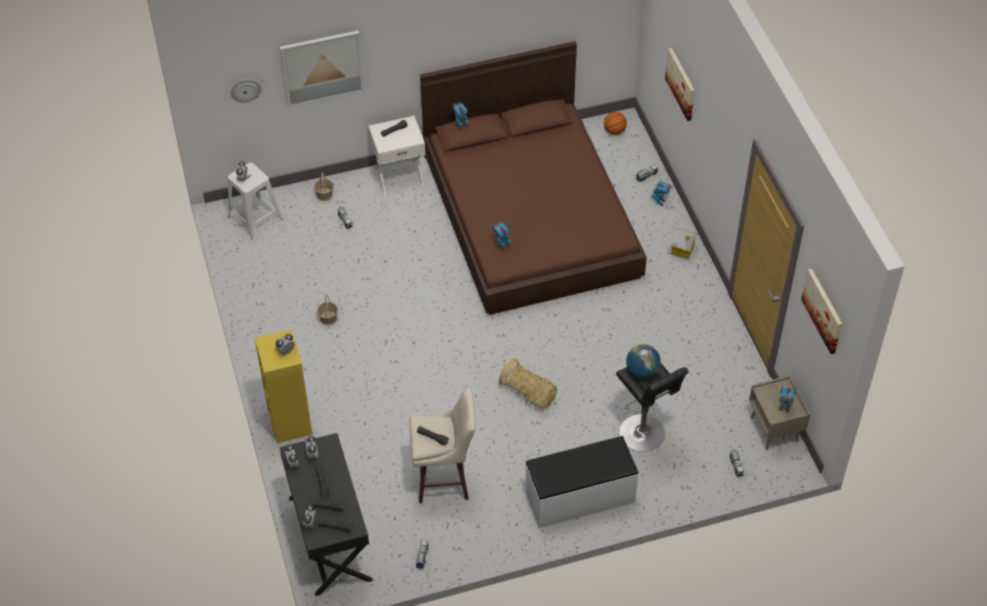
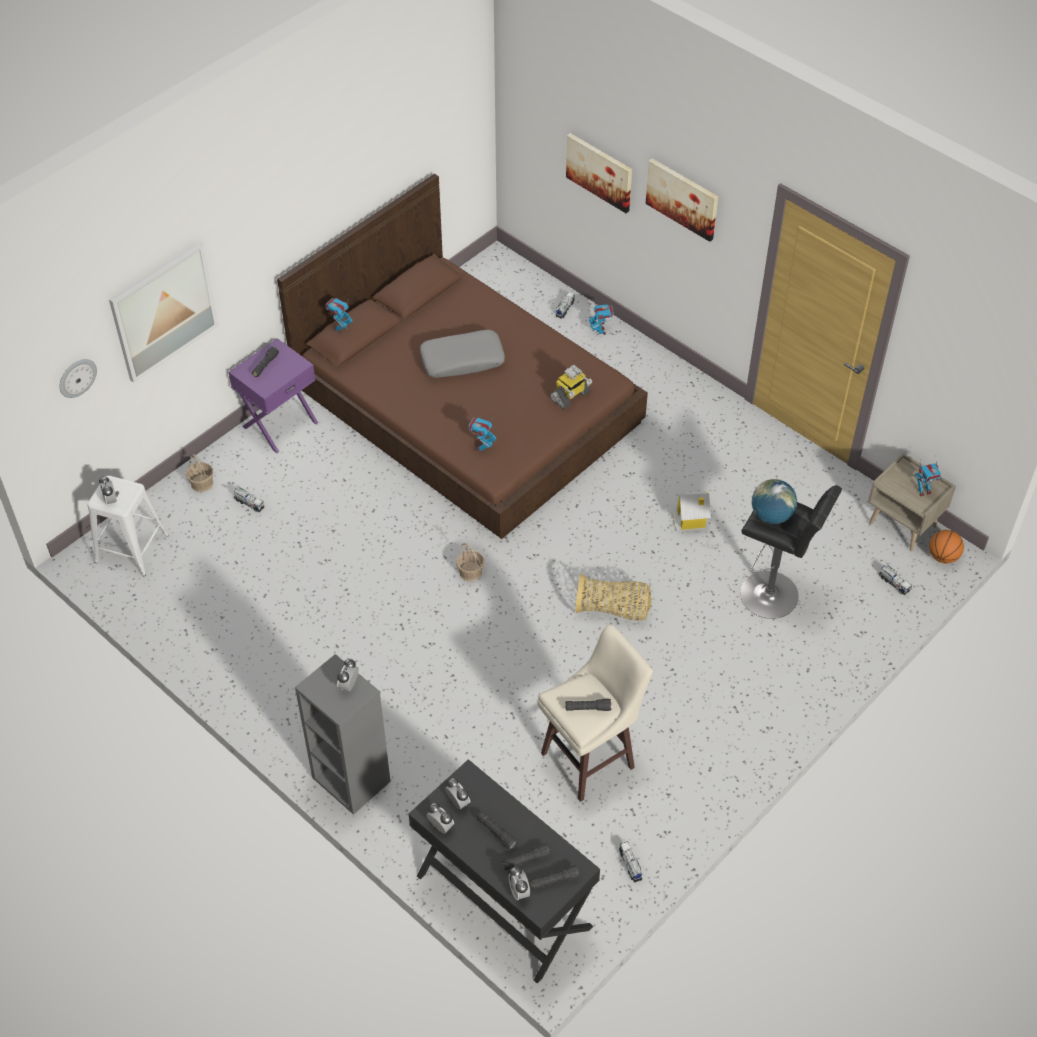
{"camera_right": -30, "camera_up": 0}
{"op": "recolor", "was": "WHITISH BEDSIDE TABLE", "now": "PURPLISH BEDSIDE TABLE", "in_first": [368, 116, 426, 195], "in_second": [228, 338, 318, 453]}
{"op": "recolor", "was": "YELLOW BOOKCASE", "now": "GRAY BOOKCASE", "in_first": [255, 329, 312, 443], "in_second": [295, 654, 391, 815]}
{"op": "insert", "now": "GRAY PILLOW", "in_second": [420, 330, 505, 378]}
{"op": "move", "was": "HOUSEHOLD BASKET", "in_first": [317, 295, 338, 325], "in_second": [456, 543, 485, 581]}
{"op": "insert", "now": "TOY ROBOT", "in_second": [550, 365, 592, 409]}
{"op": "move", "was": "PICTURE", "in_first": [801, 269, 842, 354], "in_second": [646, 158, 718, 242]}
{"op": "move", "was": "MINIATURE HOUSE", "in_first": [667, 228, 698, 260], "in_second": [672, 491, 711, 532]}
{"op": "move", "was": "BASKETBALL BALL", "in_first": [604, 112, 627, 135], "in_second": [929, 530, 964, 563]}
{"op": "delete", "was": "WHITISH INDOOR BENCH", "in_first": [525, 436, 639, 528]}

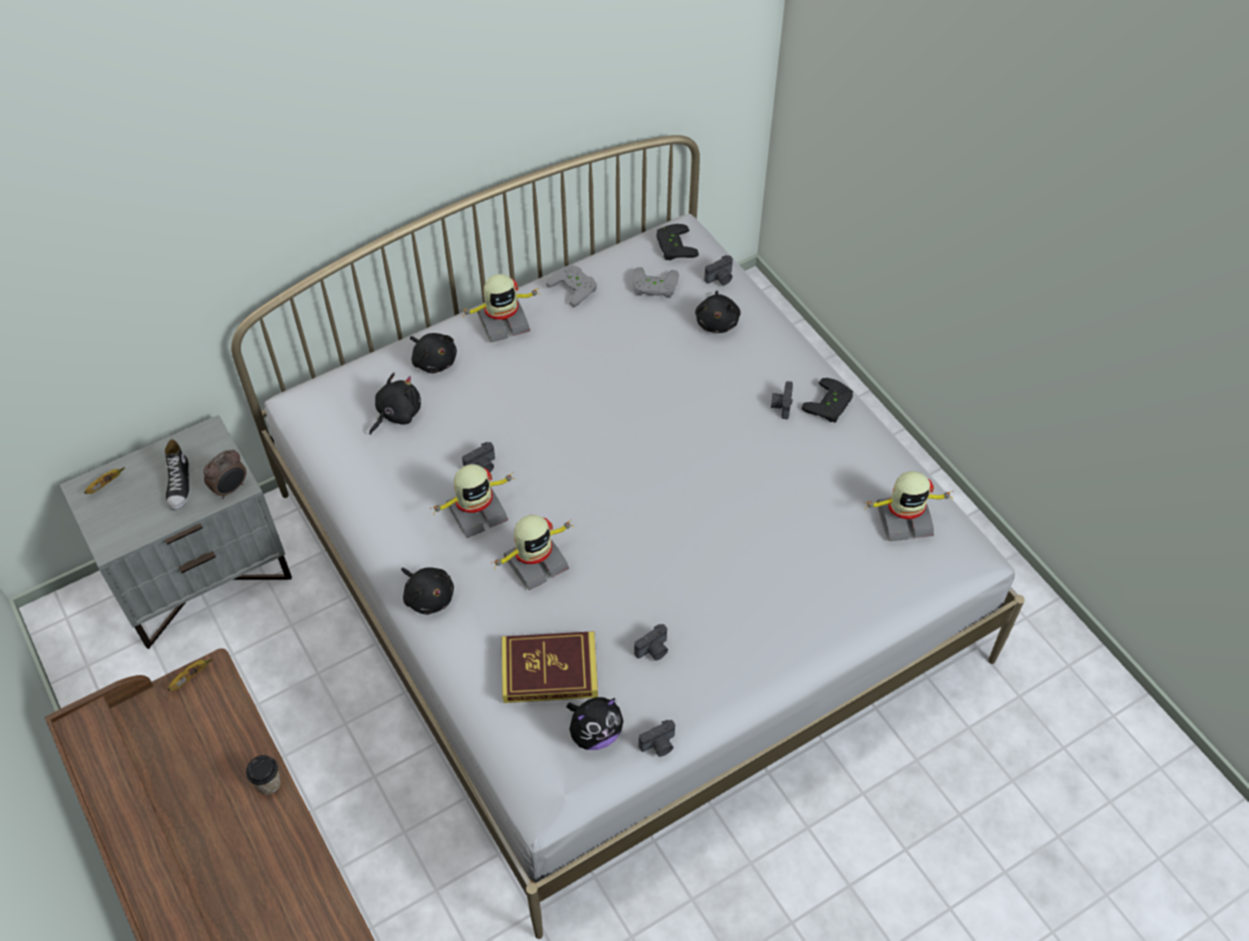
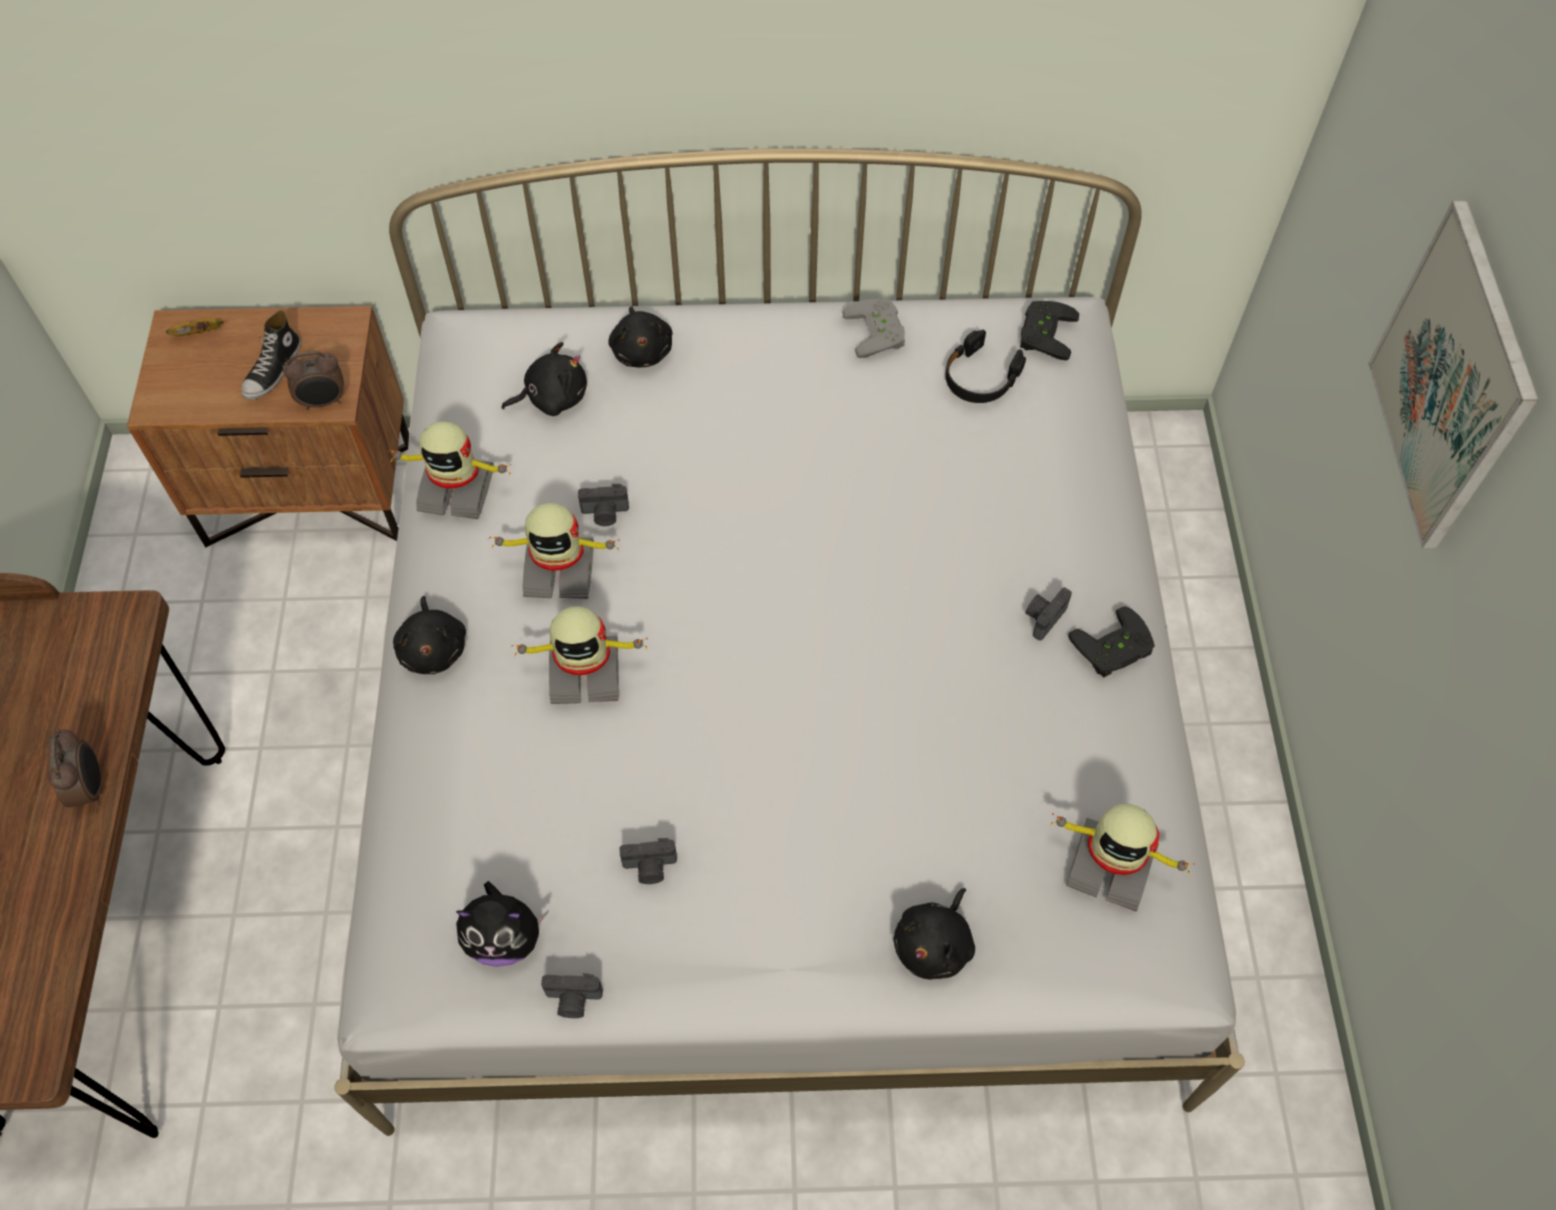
{"camera_right": 30, "camera_up": 5}
{"op": "replace", "was": "CUP", "now": "TABLE CLOCK", "in_first": [246, 755, 281, 794], "in_second": [48, 729, 101, 807]}
{"op": "recolor", "was": "GRAY BEDSIDE TABLE", "now": "BROWN-COLOURED BEDSIDE TABLE", "in_first": [60, 415, 292, 649], "in_second": [127, 306, 409, 547]}
{"op": "move", "was": "TOY ROBOT", "in_first": [460, 274, 541, 342], "in_second": [388, 421, 511, 519]}
{"op": "move", "was": "BLACKISH CUDDLY TOY", "in_first": [695, 291, 741, 333], "in_second": [893, 888, 975, 979]}
{"op": "replace", "was": "GRAY GAMEPAD", "now": "BLACKISH HEADPHONES", "in_first": [633, 267, 679, 298], "in_second": [945, 330, 1026, 403]}
{"op": "insert", "now": "PICTURE", "in_second": [1368, 200, 1538, 549]}
{"op": "delete", "was": "BANANA FRUIT", "in_first": [168, 659, 213, 691]}
{"op": "delete", "was": "VOLUME", "in_first": [502, 631, 598, 703]}
{"op": "delete", "was": "PHOTO CAMERA", "in_first": [704, 255, 733, 285]}

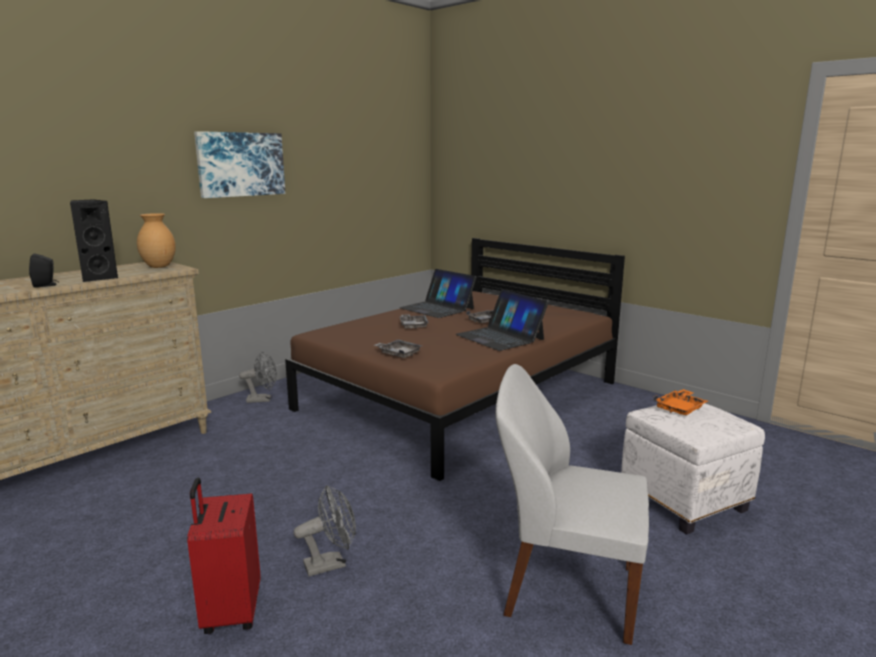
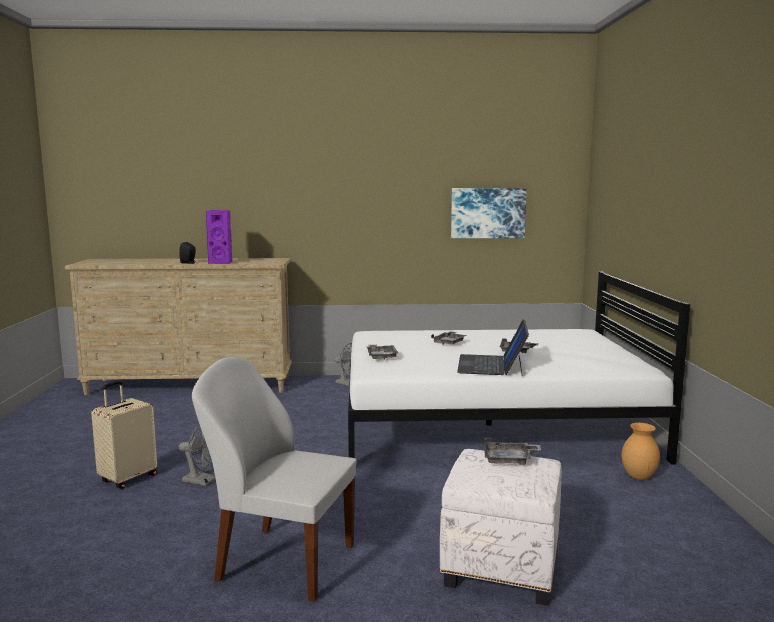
{"camera_right": 45, "camera_up": -5}
{"op": "recolor", "was": "RED PIECE OF LUGGAGE", "now": "SAND-COLOURED PIECE OF LUGGAGE", "in_first": [187, 478, 260, 634], "in_second": [91, 381, 157, 489]}
{"op": "rotate", "was": "WHITISH UPRIGHT CHAIR", "in_first": [495, 364, 649, 645], "in_second": [192, 357, 356, 602], "clockwise": -45}
{"op": "recolor", "was": "BLACKISH AUDIO SPEAKER", "now": "PURPLISH AUDIO SPEAKER", "in_first": [70, 199, 118, 282], "in_second": [206, 210, 232, 264]}
{"op": "recolor", "was": "BROWN-COLOURED SLEEPING BED", "now": "WHITISH SLEEPING BED", "in_first": [285, 238, 625, 481], "in_second": [348, 272, 690, 464]}
{"op": "move", "was": "PICTURE", "in_first": [194, 131, 285, 198], "in_second": [451, 188, 527, 238]}
{"op": "recolor", "was": "ORANGE-COLOURED CARRYING TRAY", "now": "GRAY CARRYING TRAY", "in_first": [654, 389, 708, 415], "in_second": [484, 438, 541, 465]}
{"op": "move", "was": "BROWN-COLOURED FLOWER VASE", "in_first": [137, 213, 176, 268], "in_second": [621, 423, 660, 480]}
{"op": "delete", "was": "NOTEBOOK COMPUTER", "in_first": [399, 269, 477, 318]}

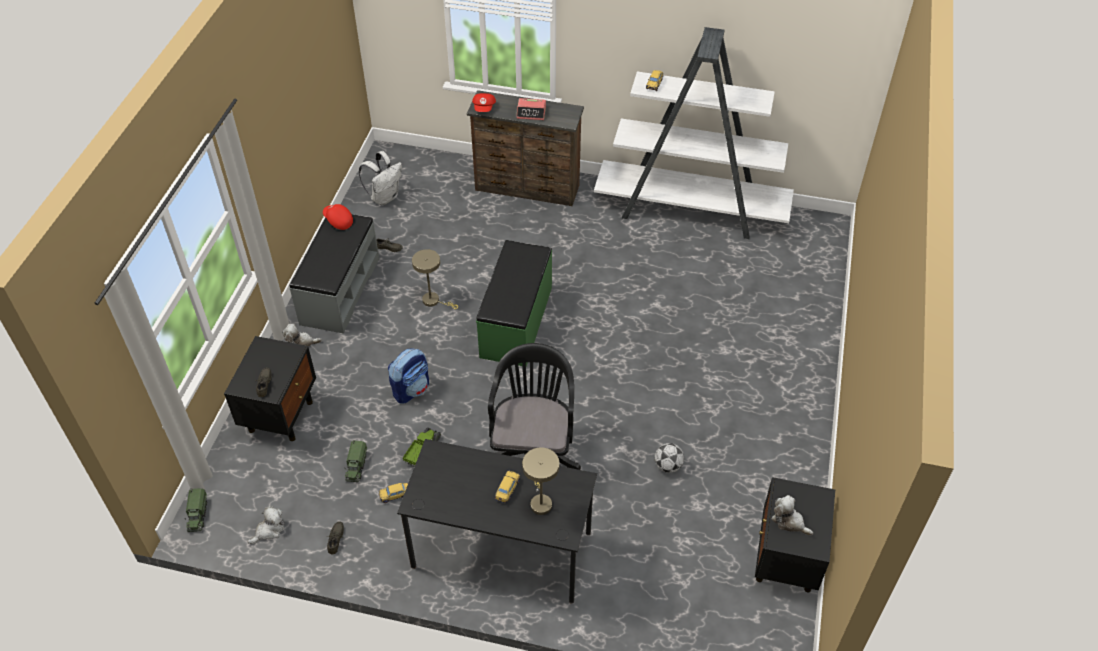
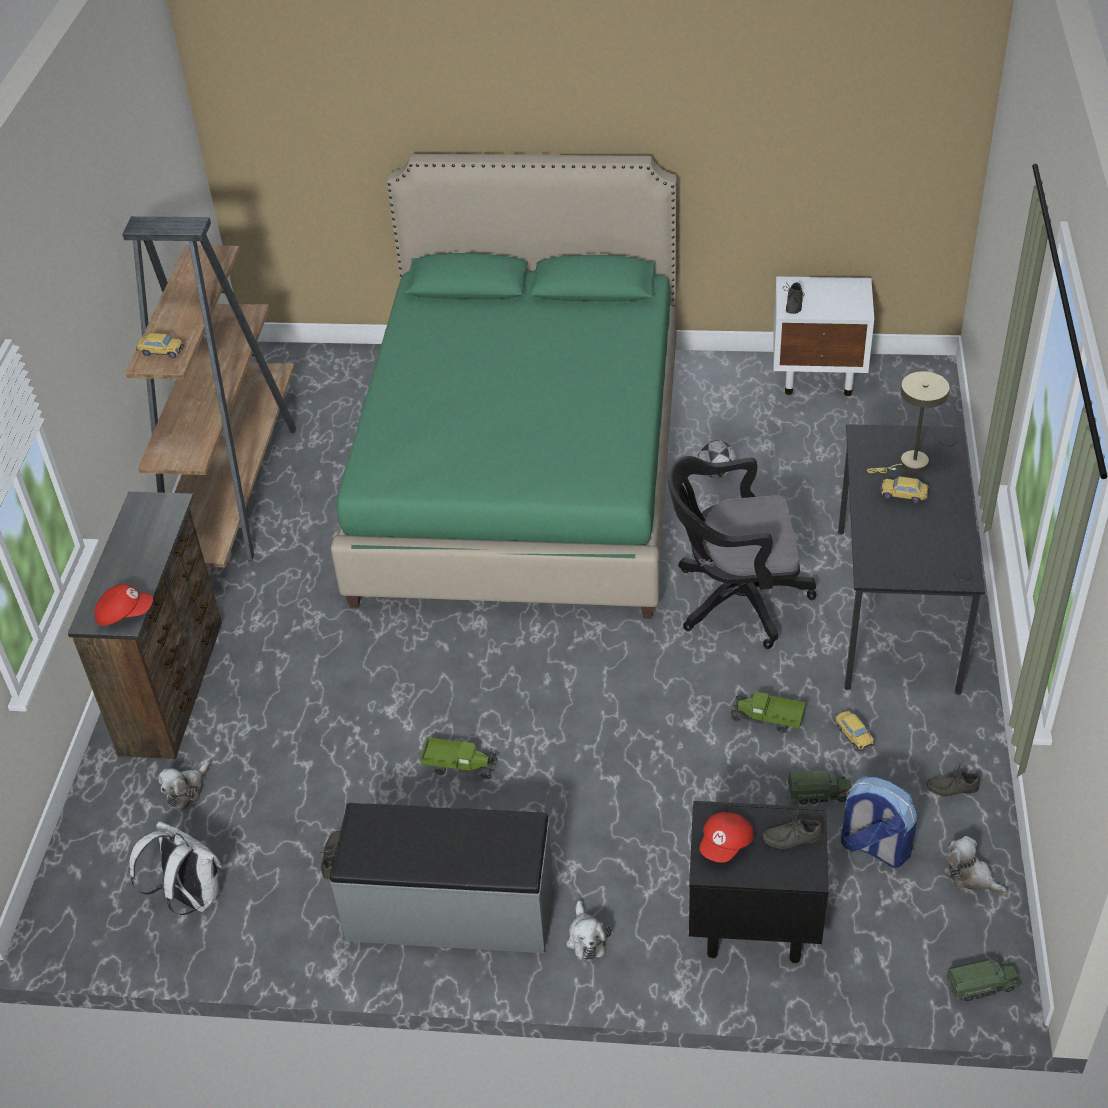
{"camera_right": -95, "camera_up": -5}
{"op": "recolor", "was": "WHITISH BOOKCASE", "now": "BROWN-COLOURED BOOKCASE", "in_first": [594, 27, 794, 239], "in_second": [122, 216, 296, 567]}
{"op": "move", "was": "CUDDLY TOY", "in_first": [772, 495, 813, 536], "in_second": [159, 761, 210, 810]}
{"op": "insert", "now": "GREENISH SLEEPING BED", "in_second": [331, 154, 677, 619]}
{"op": "replace", "was": "SAND-COLOURED TABLETOP LAMP", "now": "MODEL TRUCK", "in_first": [412, 249, 458, 309], "in_second": [420, 738, 498, 779]}
{"op": "move", "was": "RED PEAKED CAP", "in_first": [323, 204, 353, 230], "in_second": [699, 812, 754, 862]}
{"op": "recolor", "was": "BLACKISH BEDSIDE TABLE", "now": "WHITISH BEDSIDE TABLE", "in_first": [755, 477, 835, 592], "in_second": [773, 277, 874, 396]}
{"op": "insert", "now": "GRAY ITEM OF FOOTWEAR", "in_second": [783, 282, 805, 314]}
{"op": "move", "was": "KNAPSACK", "in_first": [388, 348, 429, 404], "in_second": [841, 776, 917, 868]}
{"op": "delete", "was": "GREENISH INDOOR BENCH", "in_first": [476, 240, 552, 367]}
{"op": "delete", "was": "TABLE CLOCK", "in_first": [517, 98, 546, 120]}

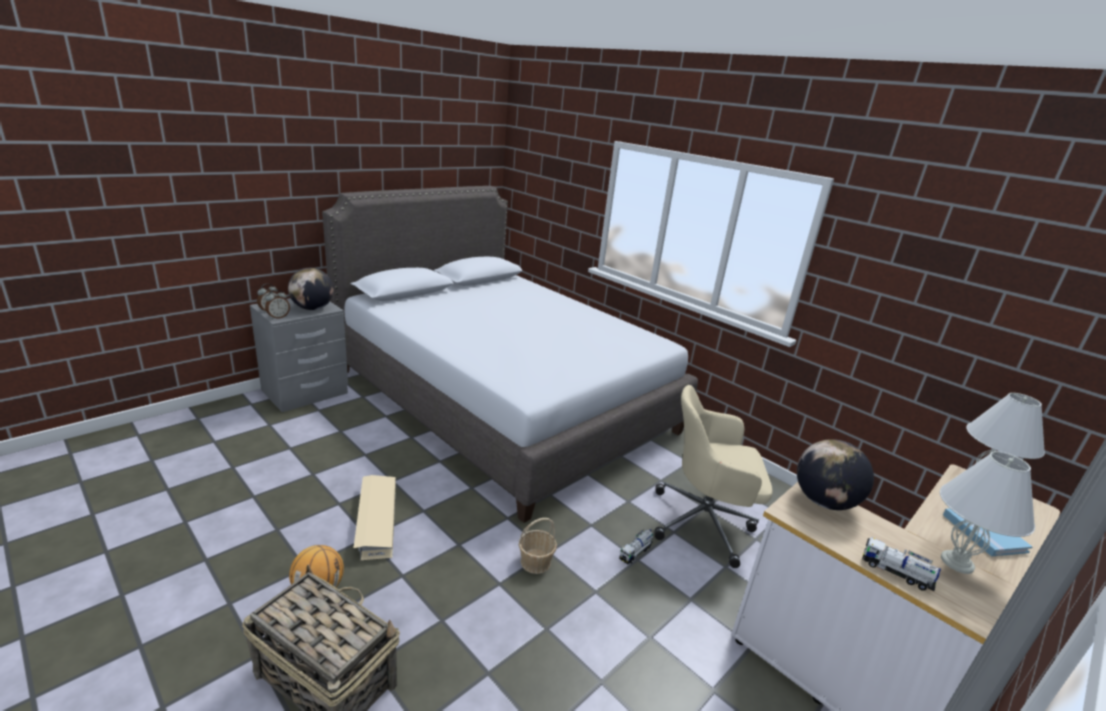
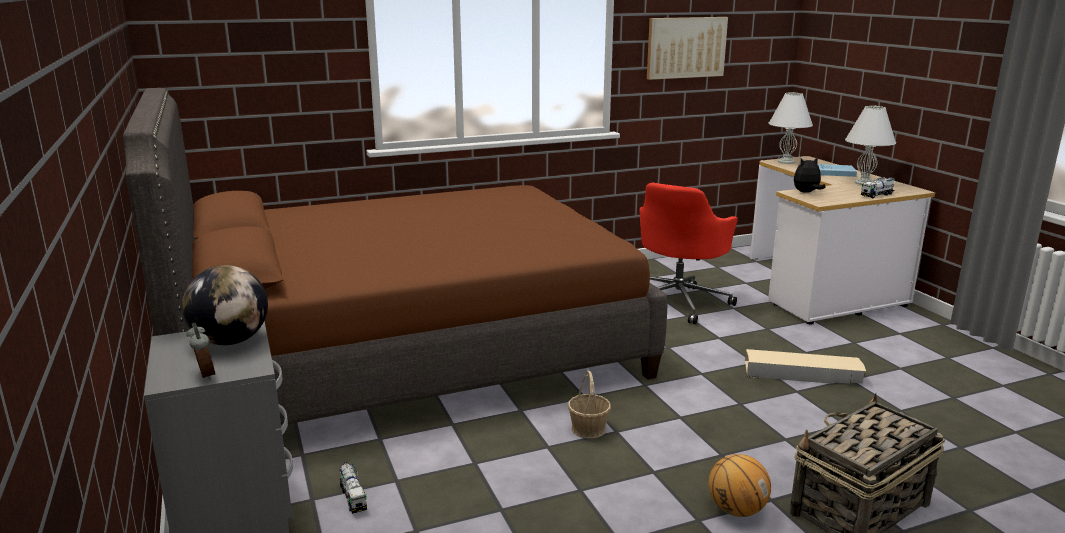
{"camera_right": -65, "camera_up": -5}
{"op": "recolor", "was": "GRAY SLEEPING BED", "now": "BROWN-COLOURED SLEEPING BED", "in_first": [322, 186, 698, 523], "in_second": [123, 88, 667, 425]}
{"op": "move", "was": "MODEL TRUCK", "in_first": [619, 529, 653, 564], "in_second": [339, 462, 367, 514]}
{"op": "move", "was": "HOUSEHOLD BASKET", "in_first": [519, 518, 557, 574], "in_second": [568, 370, 611, 439]}
{"op": "recolor", "was": "SAND-COLOURED COMPUTER CHAIR", "now": "RED COMPUTER CHAIR", "in_first": [655, 385, 773, 568], "in_second": [640, 183, 738, 324]}
{"op": "insert", "now": "PICTURE", "in_second": [647, 17, 728, 80]}
{"op": "move", "was": "SAND-COLOURED STORAGE CONTAINER", "in_first": [354, 475, 396, 561], "in_second": [745, 349, 866, 384]}
{"op": "replace", "was": "WORLD GLOBE", "now": "CUDDLY TOY", "in_first": [797, 439, 874, 510], "in_second": [794, 158, 826, 193]}
{"op": "delete", "was": "TABLE CLOCK", "in_first": [265, 289, 290, 319]}

